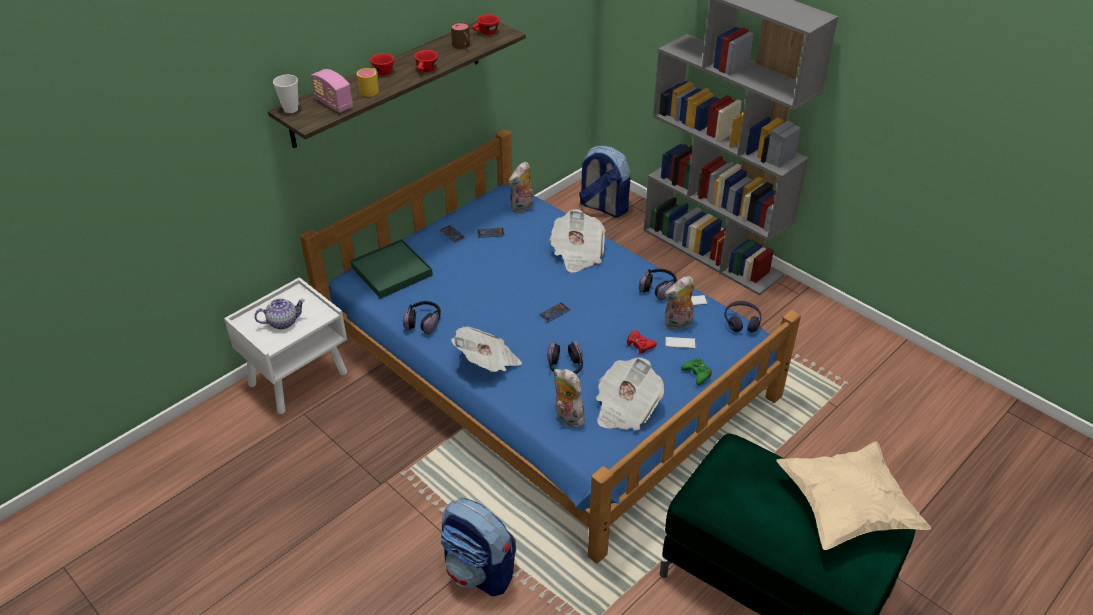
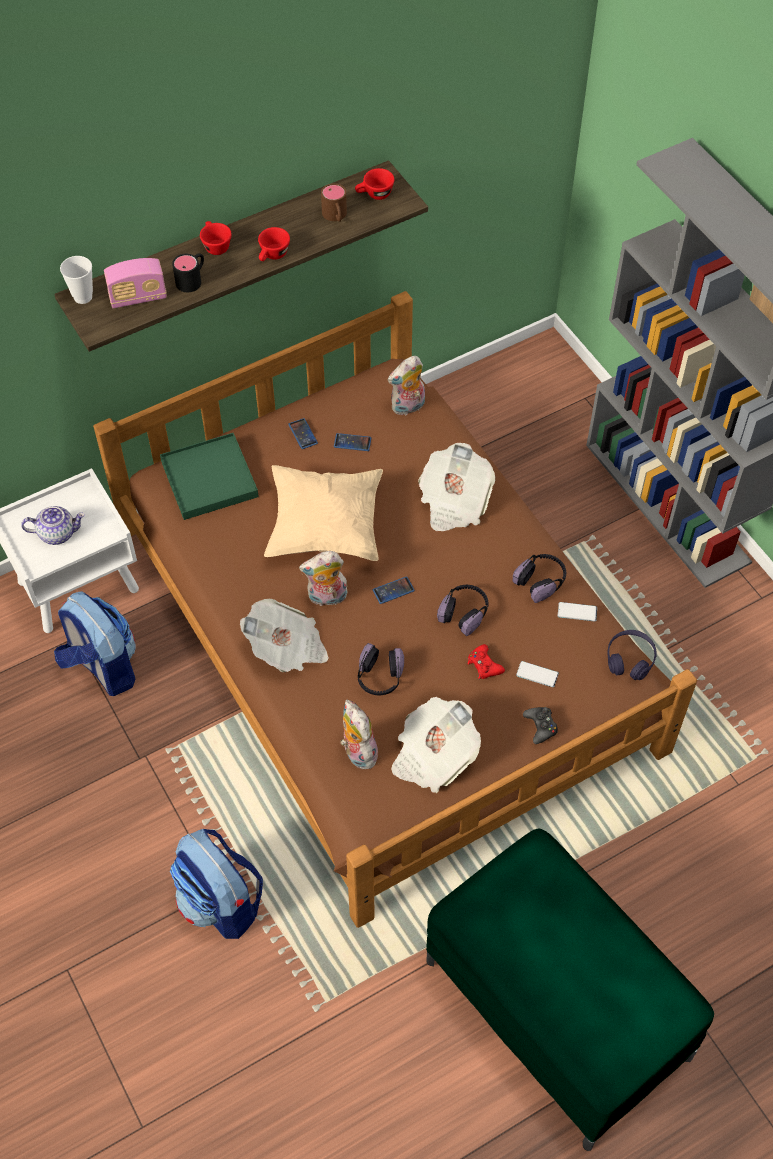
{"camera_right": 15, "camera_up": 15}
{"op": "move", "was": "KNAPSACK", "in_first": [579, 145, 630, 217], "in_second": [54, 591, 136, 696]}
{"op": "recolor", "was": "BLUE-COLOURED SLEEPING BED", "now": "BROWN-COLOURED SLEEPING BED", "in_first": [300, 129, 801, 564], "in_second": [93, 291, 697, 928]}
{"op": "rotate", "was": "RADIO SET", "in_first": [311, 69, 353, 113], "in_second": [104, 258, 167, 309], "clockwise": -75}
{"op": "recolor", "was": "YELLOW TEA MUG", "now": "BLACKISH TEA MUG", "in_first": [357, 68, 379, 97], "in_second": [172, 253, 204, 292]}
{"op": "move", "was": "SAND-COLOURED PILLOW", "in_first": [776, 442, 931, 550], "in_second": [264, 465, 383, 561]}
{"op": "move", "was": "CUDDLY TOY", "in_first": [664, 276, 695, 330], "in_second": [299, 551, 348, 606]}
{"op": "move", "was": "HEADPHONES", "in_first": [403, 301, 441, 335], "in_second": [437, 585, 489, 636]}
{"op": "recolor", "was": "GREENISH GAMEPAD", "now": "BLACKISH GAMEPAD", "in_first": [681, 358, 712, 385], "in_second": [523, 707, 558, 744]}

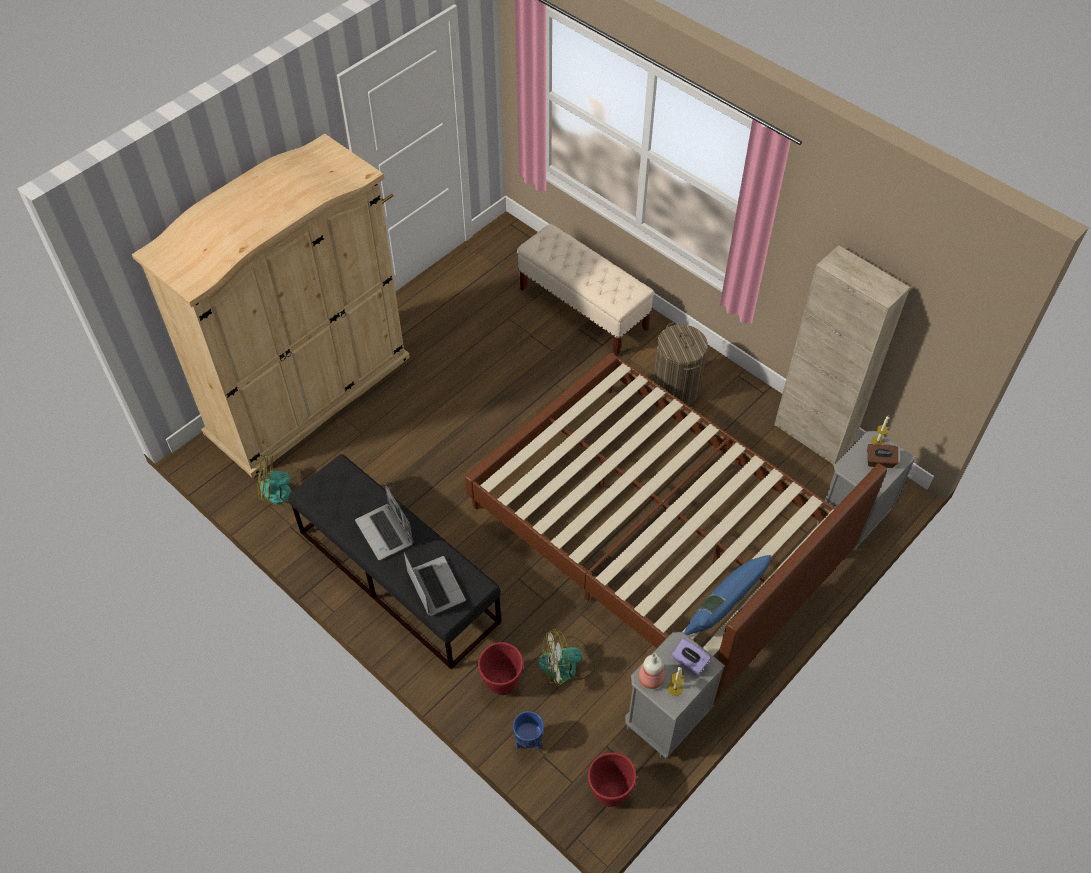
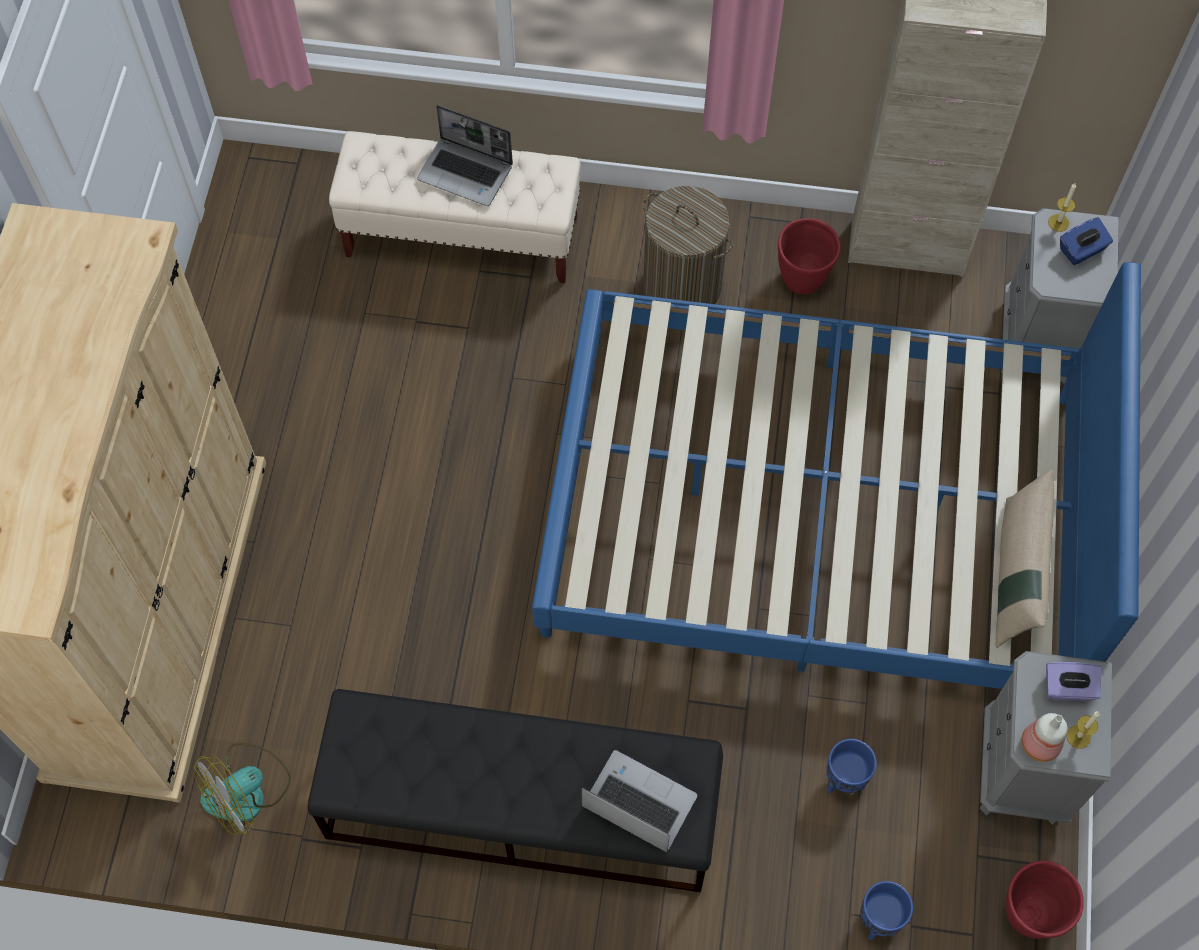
{"camera_right": -35, "camera_up": 10}
{"op": "move", "was": "NOTEBOOK COMPUTER", "in_first": [355, 484, 414, 561], "in_second": [417, 105, 513, 206]}
{"op": "recolor", "was": "BROWN-COLOURED SLEEPING BED", "now": "BLUE-COLOURED SLEEPING BED", "in_first": [464, 353, 887, 703], "in_second": [532, 262, 1141, 689]}
{"op": "move", "was": "RED PLANTER", "in_first": [478, 642, 523, 695], "in_second": [778, 218, 841, 294]}
{"op": "replace", "was": "ELECTRIC FAN", "now": "BLUE-COLOURED PLANTER", "in_first": [539, 629, 595, 686], "in_second": [826, 739, 877, 794]}
{"op": "recolor", "was": "BLUE-COLOURED PILLOW", "now": "SAND-COLOURED PILLOW", "in_first": [684, 555, 771, 635], "in_second": [996, 470, 1055, 648]}
{"op": "recolor", "was": "BROWN-COLOURED TISSUE HOLDER", "now": "BLUE-COLOURED TISSUE HOLDER", "in_first": [867, 444, 898, 468], "in_second": [1060, 217, 1113, 265]}

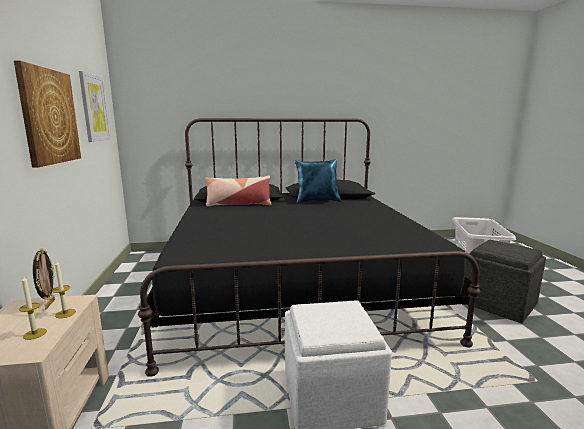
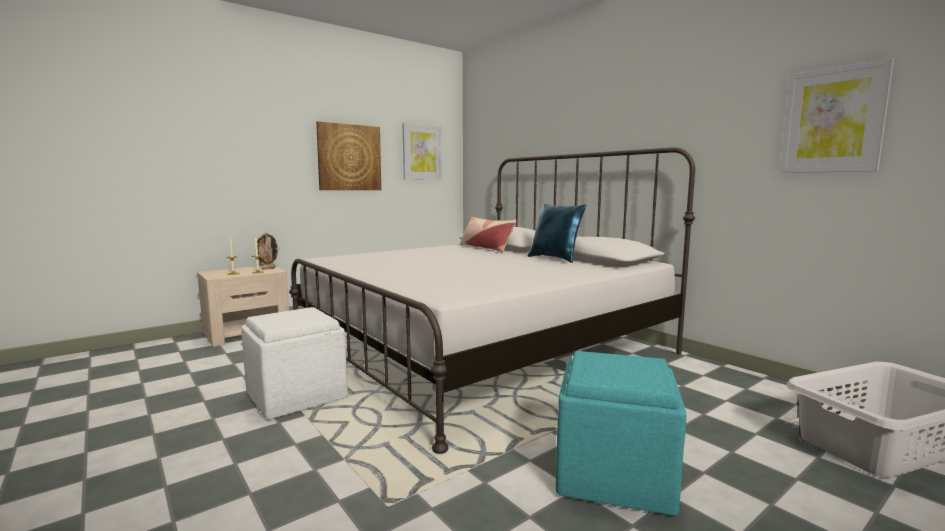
{"camera_right": 60, "camera_up": -5}
{"op": "recolor", "was": "BLACKISH SLEEPING BED", "now": "WHITISH SLEEPING BED", "in_first": [138, 118, 481, 377], "in_second": [289, 147, 695, 454]}
{"op": "recolor", "was": "GRAY OTTOMAN", "now": "TURQUOISE-COLOURED OTTOMAN", "in_first": [465, 240, 546, 323], "in_second": [556, 351, 686, 516]}
{"op": "insert", "now": "PICTURE", "in_second": [780, 58, 894, 173]}

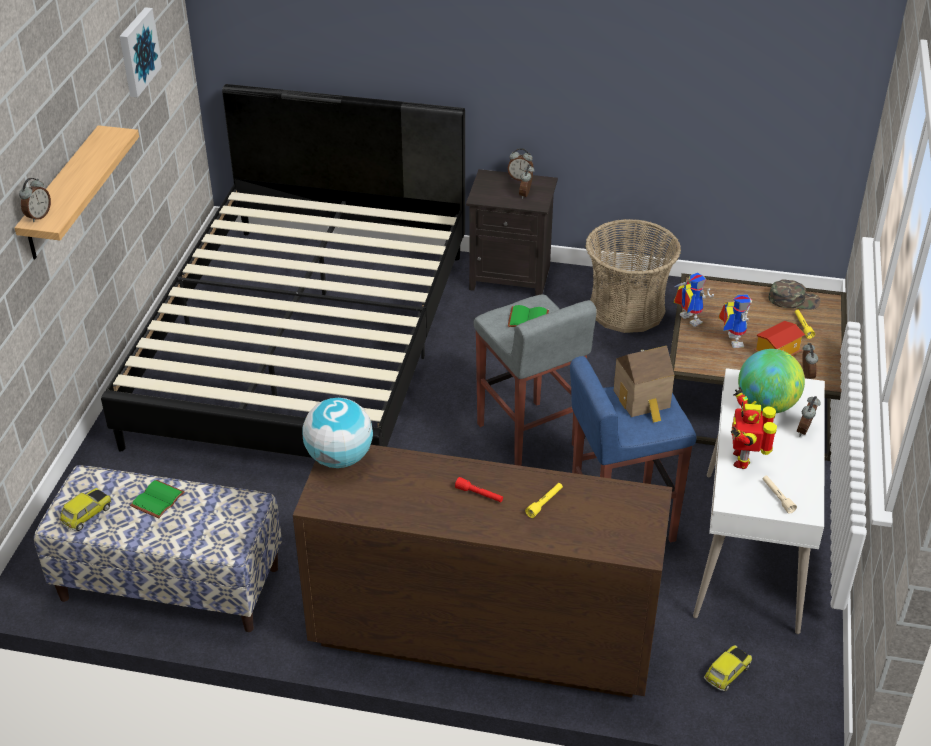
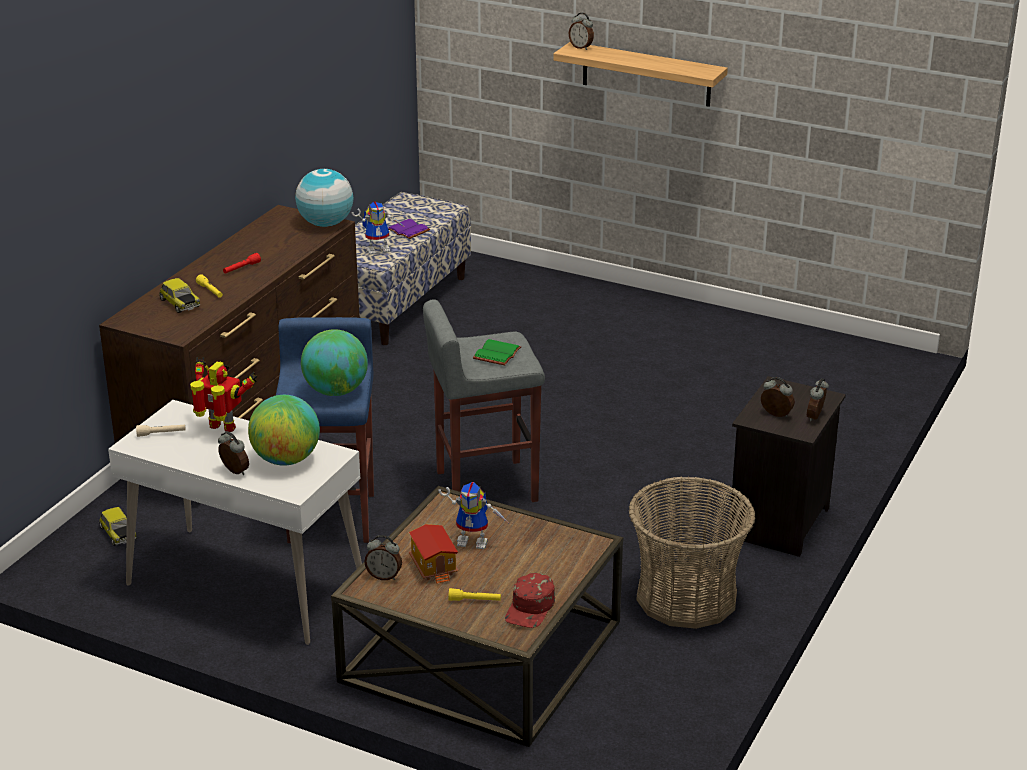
{"camera_right": 105, "camera_up": -10}
{"op": "move", "was": "MODEL CAR", "in_first": [59, 488, 112, 531], "in_second": [159, 278, 200, 313]}
{"op": "replace", "was": "MINIATURE HOUSE", "now": "WORLD GLOBE", "in_first": [614, 346, 674, 423], "in_second": [301, 329, 368, 396]}
{"op": "move", "was": "TOY ROBOT", "in_first": [674, 272, 714, 327], "in_second": [352, 201, 404, 254]}
{"op": "recolor", "was": "GREENISH VOLUME", "now": "PURPLISH VOLUME", "in_first": [130, 480, 185, 518], "in_second": [388, 219, 430, 239]}
{"op": "recolor", "was": "GREENISH PEAKED CAP", "now": "RED PEAKED CAP", "in_first": [769, 279, 821, 310], "in_second": [505, 573, 555, 628]}
{"op": "delete", "was": "BLACKISH SLEEPING BED", "in_first": [101, 84, 465, 458]}
{"op": "delete", "was": "PICTURE", "in_first": [120, 7, 162, 97]}

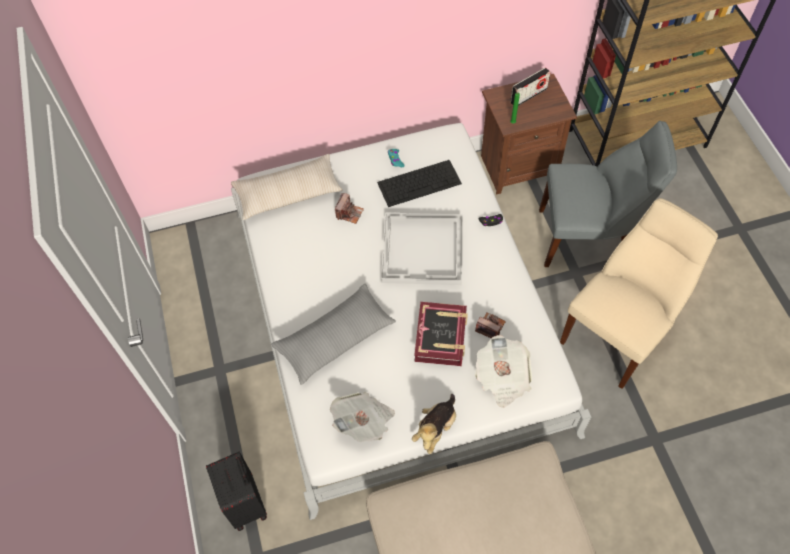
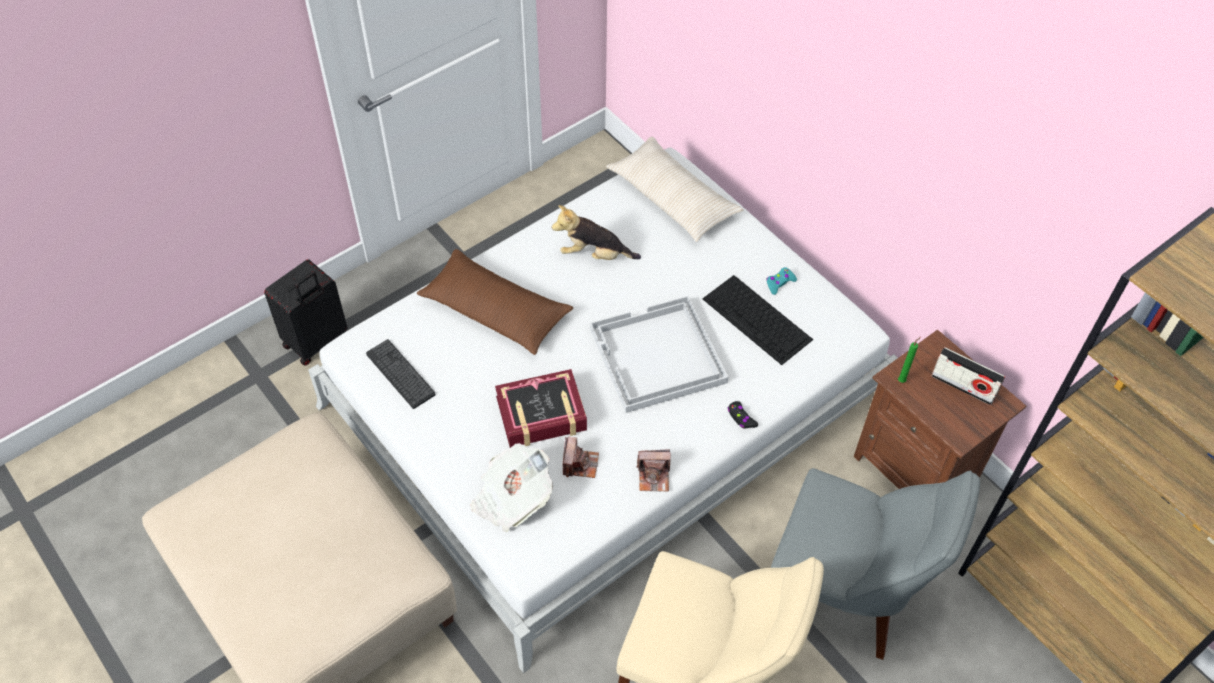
{"camera_right": 65, "camera_up": -5}
{"op": "replace", "was": "NEWSPAPER", "now": "COMPUTER KEYBOARD", "in_first": [330, 392, 395, 442], "in_second": [366, 339, 436, 409]}
{"op": "recolor", "was": "GRAY PILLOW", "now": "BROWN-COLOURED PILLOW", "in_first": [271, 284, 396, 385], "in_second": [417, 249, 573, 355]}
{"op": "move", "was": "CUDDLY TOY", "in_first": [412, 394, 456, 454], "in_second": [552, 205, 641, 260]}
{"op": "move", "was": "PHOTO CAMERA", "in_first": [335, 193, 364, 224], "in_second": [637, 449, 670, 491]}
{"op": "rotate", "was": "GRAY UPRIGHT CHAIR", "in_first": [539, 121, 677, 267], "in_second": [771, 468, 980, 660], "clockwise": -45}

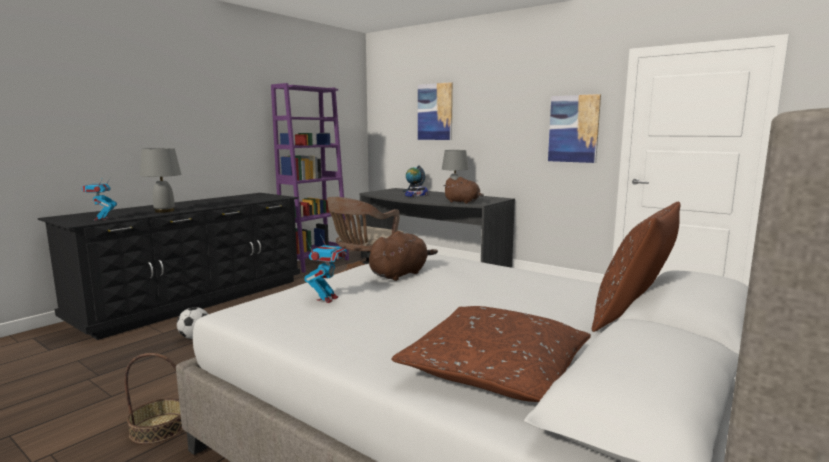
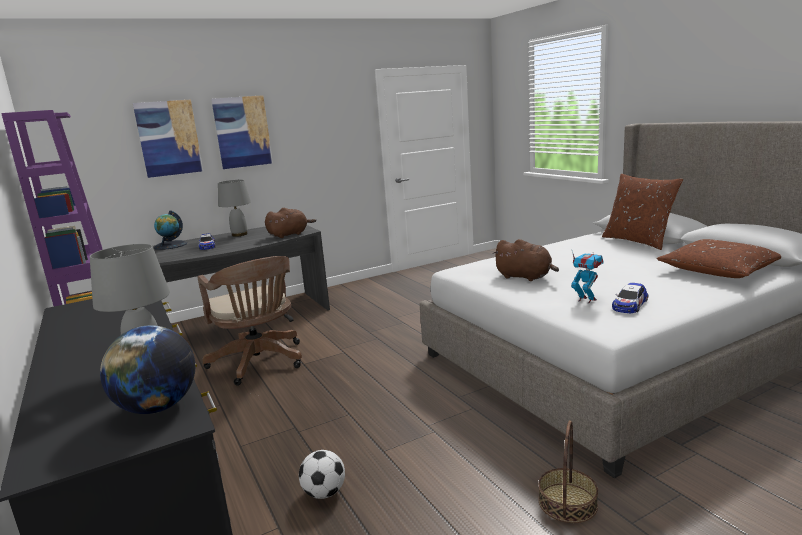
{"camera_right": -65, "camera_up": 5}
{"op": "replace", "was": "TOY ROBOT", "now": "WORLD GLOBE", "in_first": [82, 176, 117, 220], "in_second": [100, 325, 195, 414]}
{"op": "move", "was": "PICTURE", "in_first": [548, 94, 601, 163], "in_second": [211, 95, 273, 169]}
{"op": "rotate", "was": "BROWN-COLOURED CUDDLY TOY", "in_first": [369, 231, 438, 281], "in_second": [493, 239, 559, 281], "clockwise": 150}
{"op": "insert", "now": "MODEL CAR", "in_second": [612, 283, 648, 313]}

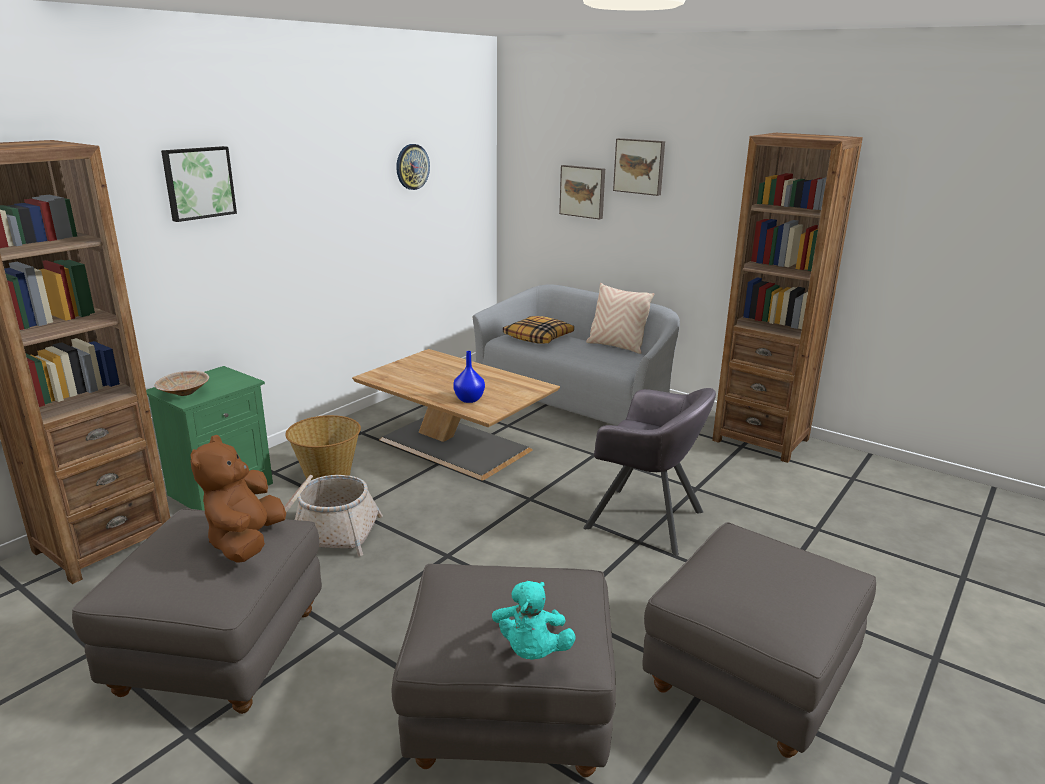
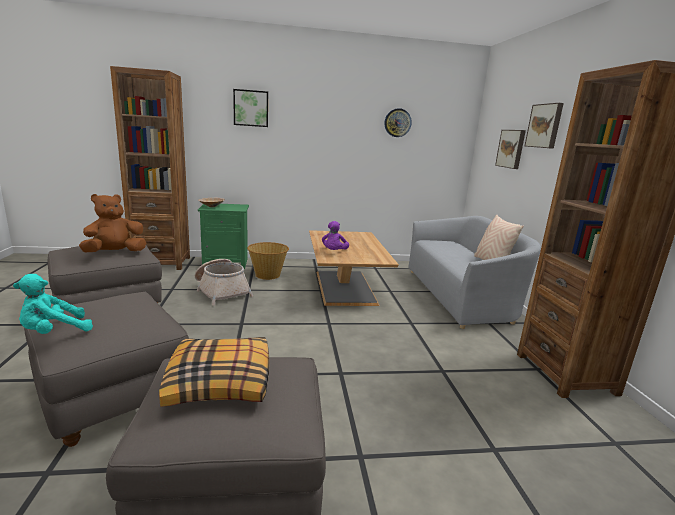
{"camera_right": 45, "camera_up": -5}
{"op": "move", "was": "PILLOW", "in_first": [503, 316, 574, 343], "in_second": [159, 337, 269, 407]}
{"op": "replace", "was": "BLUE-COLOURED FLOWER VASE", "now": "PURPLISH CUDDLY TOY", "in_first": [453, 351, 485, 403], "in_second": [322, 221, 349, 250]}
{"op": "delete", "was": "GRAY EASY CHAIR", "in_first": [583, 388, 716, 556]}

